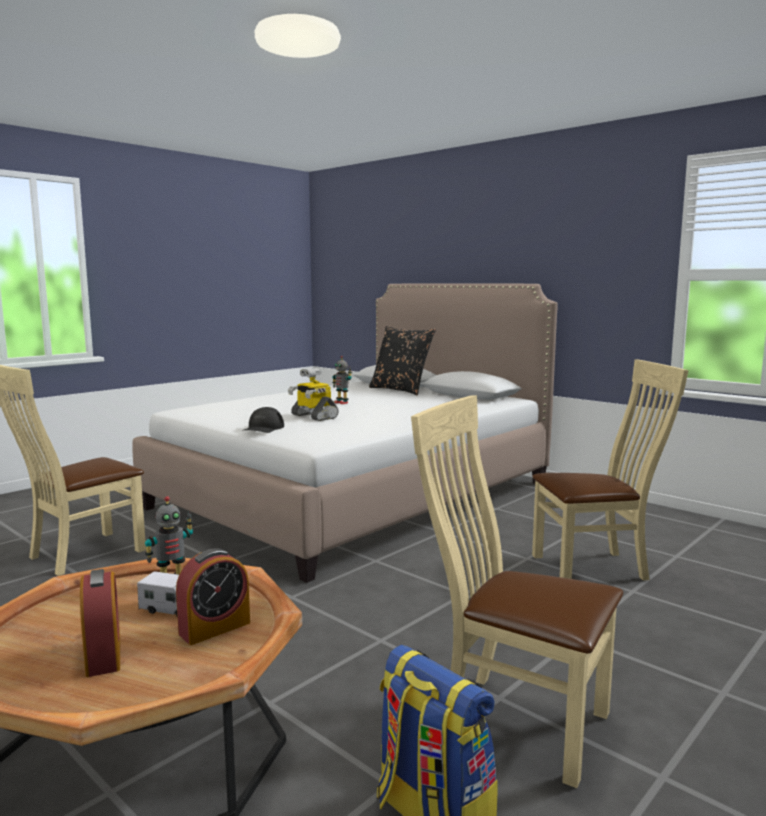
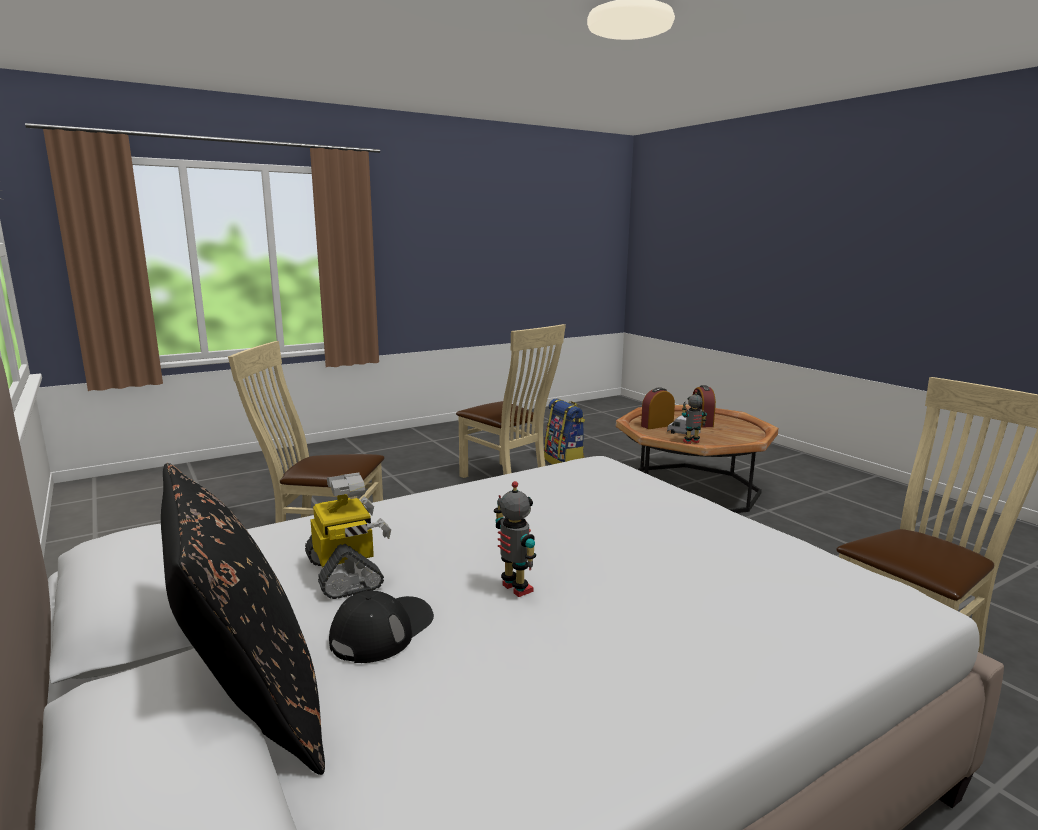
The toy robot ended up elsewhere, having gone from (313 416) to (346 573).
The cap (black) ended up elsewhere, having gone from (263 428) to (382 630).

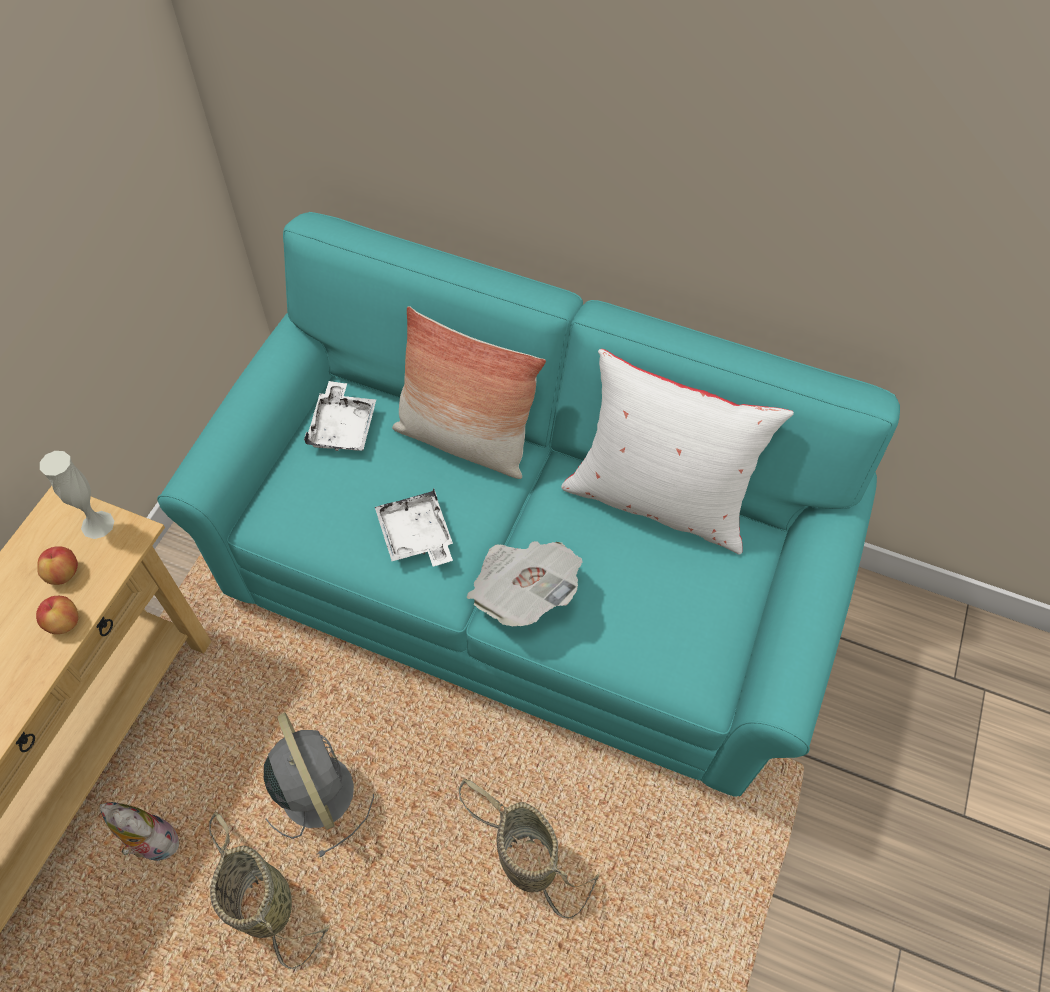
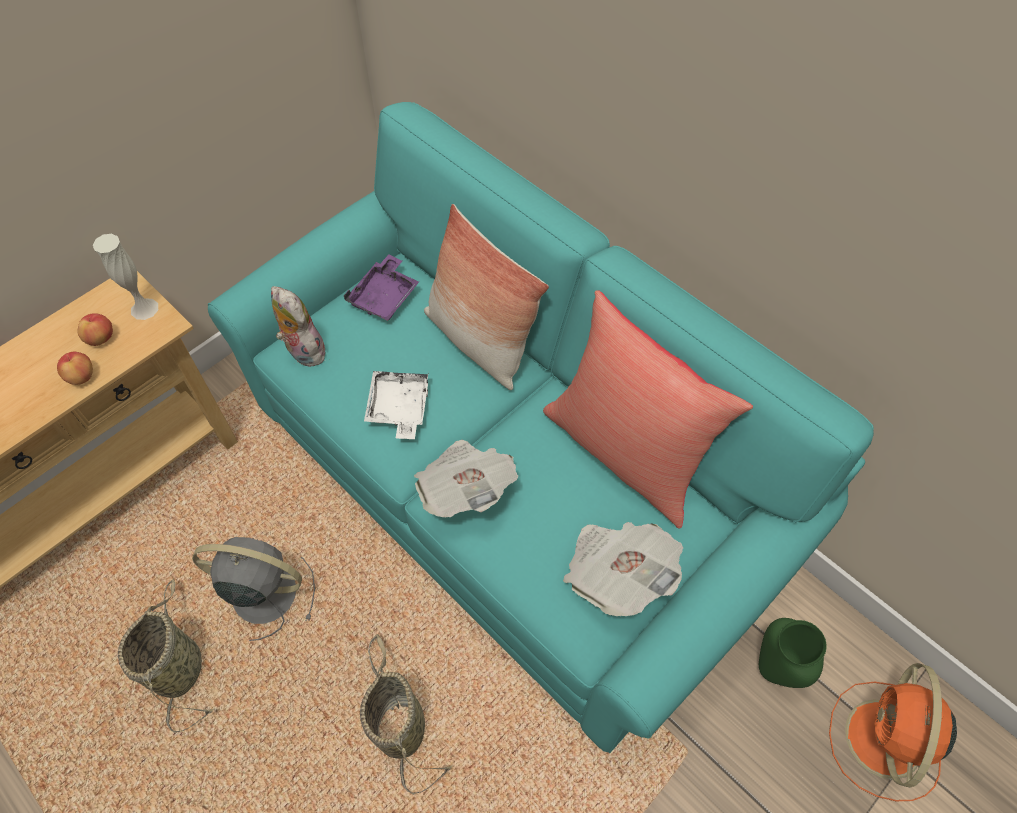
The fan (grey) at (316 788) ended up facing another way, 75 degrees counterclockwise from before.
The plush toy ended up elsewhere, having gone from (151 842) to (302 351).
What was the tray (white) at (343 427) turned into the tray (purple) at (385 296).
What was the pillow (white) at (658 499) turned into the pillow (red) at (626 451).
The second view gained the newspaper at (617 573).
The second view gained the vase (green) at (774 669).
The second view gained the fan (orange) at (883 742).

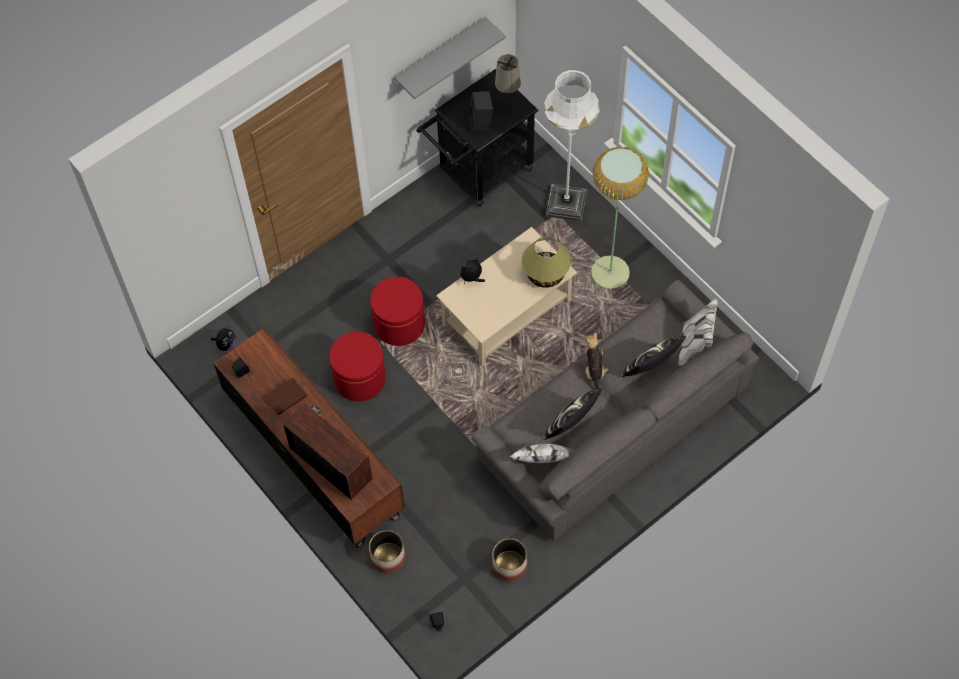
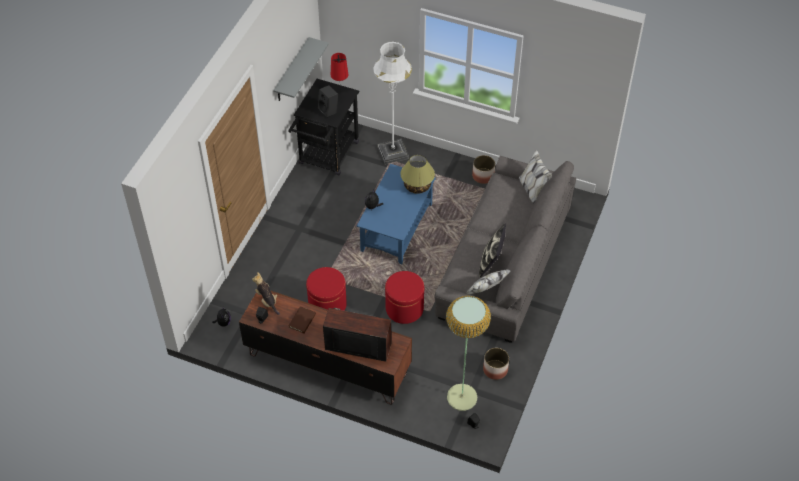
The plush toy ended up elsewhere, having gone from (594 370) to (267 301).
What was the table lamp (beige) at (507 110) turned into the table lamp (red) at (340 98).
What was the coffee table (beige) at (506 314) turned into the coffee table (blue) at (396 228).
The ottoman (red) ended up elsewhere, having gone from (399 324) to (404 308).
The floor lamp ended up elsewhere, having gone from (610 273) to (462 397).
The planter ended up elsewhere, having gone from (388 557) to (483 176).
The second view lost the pillow at (651 369).

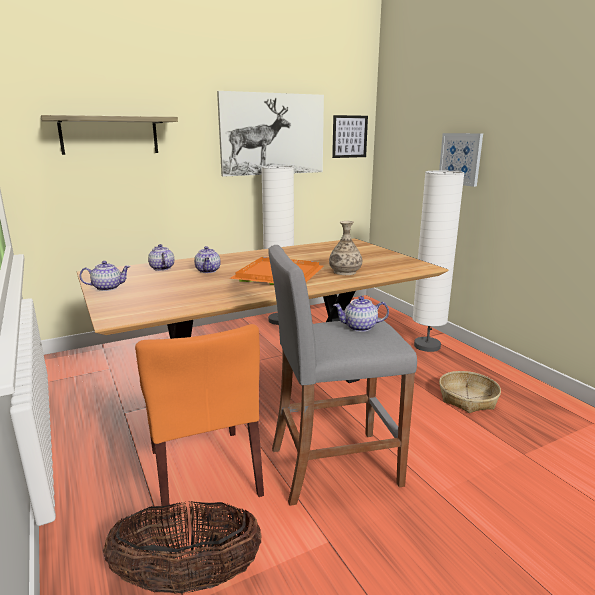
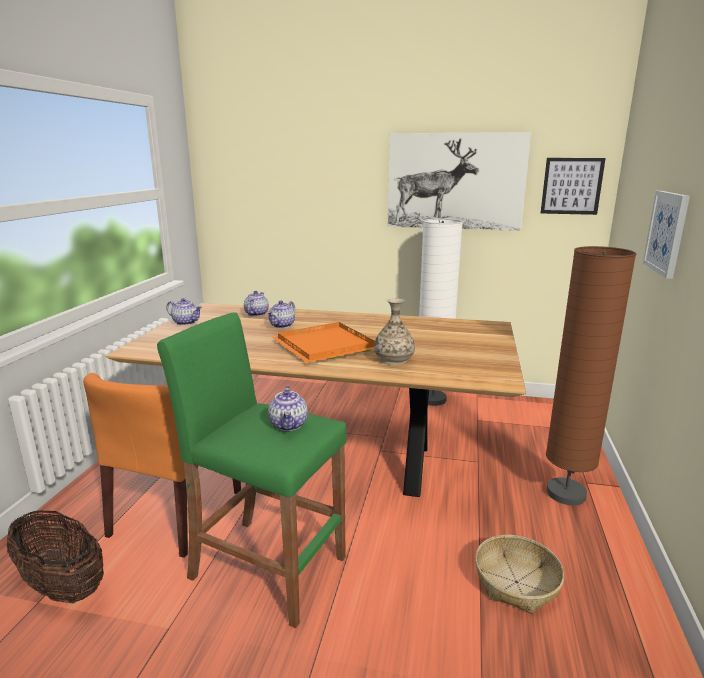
What was the stool (grey) at (333 466) turned into the stool (green) at (267 567).
The teapot at (360 327) ended up facing another way, 135 degrees counterclockwise from before.
What was the floor lamp (white) at (427 346) turned into the floor lamp (brown) at (566 494).
The second view lost the shelf at (109 135).

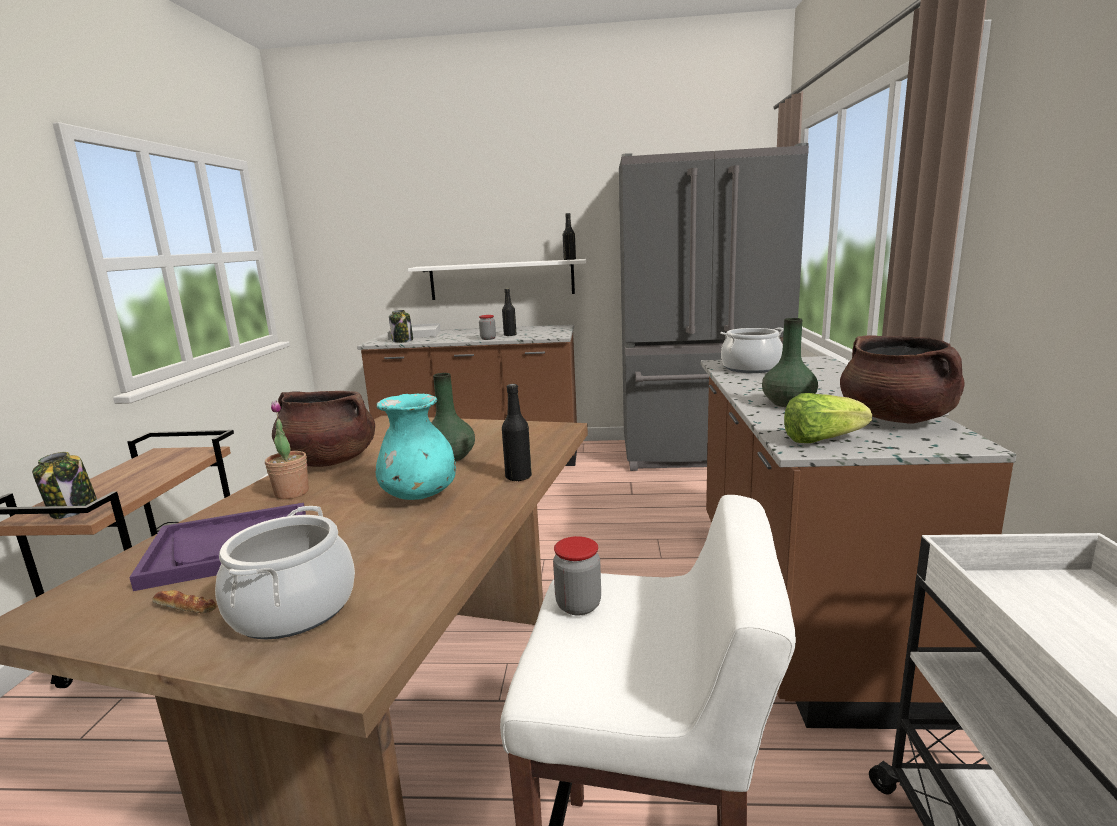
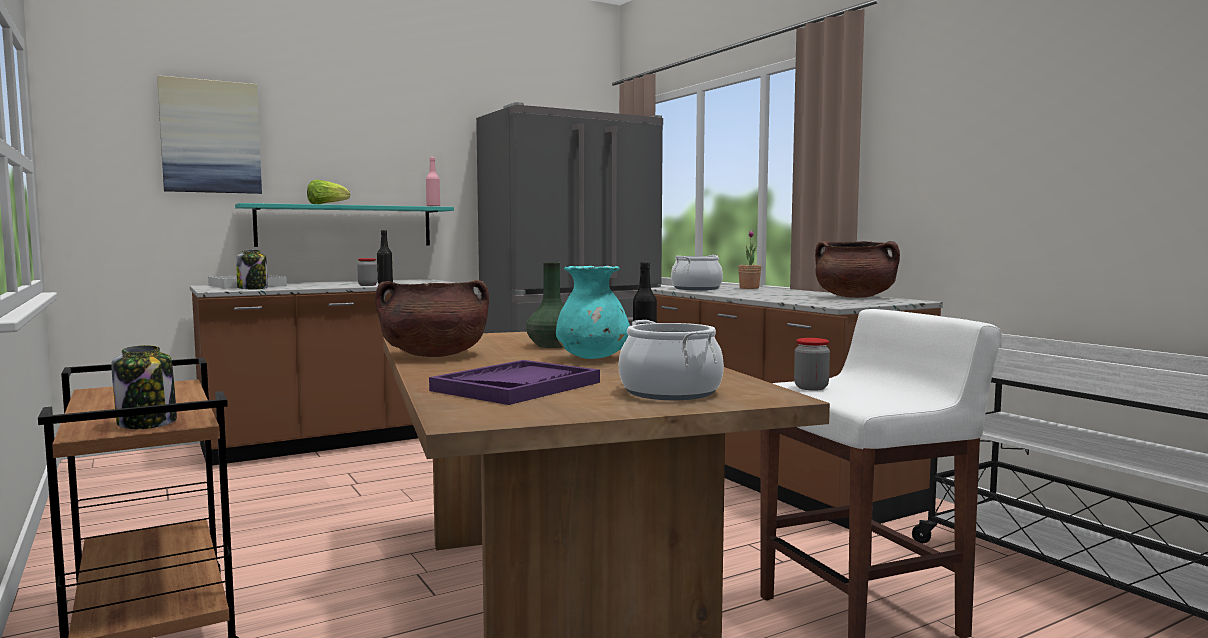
The second view gained the picture at (211 137).
What was the shelf (white) at (501 280) turned into the shelf (turquoise) at (345 226).
The lettuce ended up elsewhere, having gone from (821 440) to (326 204).
What was the bottle (black) at (569 260) turned into the bottle (pink) at (433 206).
The potted plant ended up elsewhere, having gone from (292 493) to (749 288).
The second view lost the bread at (185 607).
The second view lost the vase (green) at (787 403).

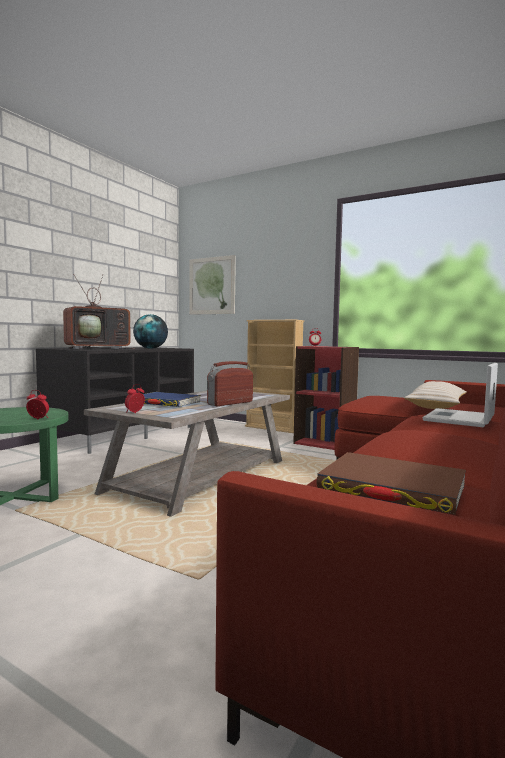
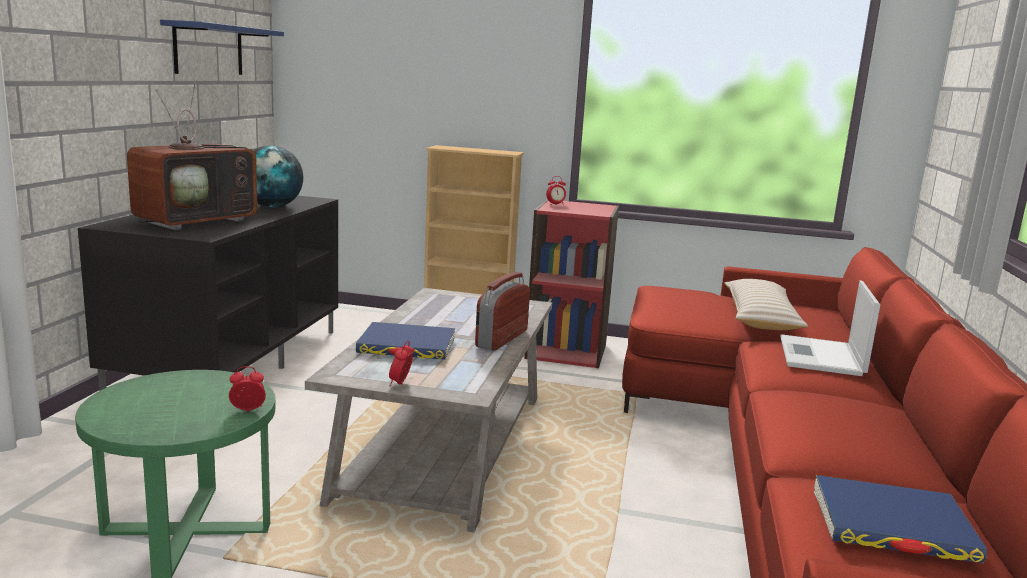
The second view gained the shelf (blue) at (209 49).
What was the book (brown) at (392 488) turned into the book (blue) at (892 526).
The second view lost the picture at (212 286).

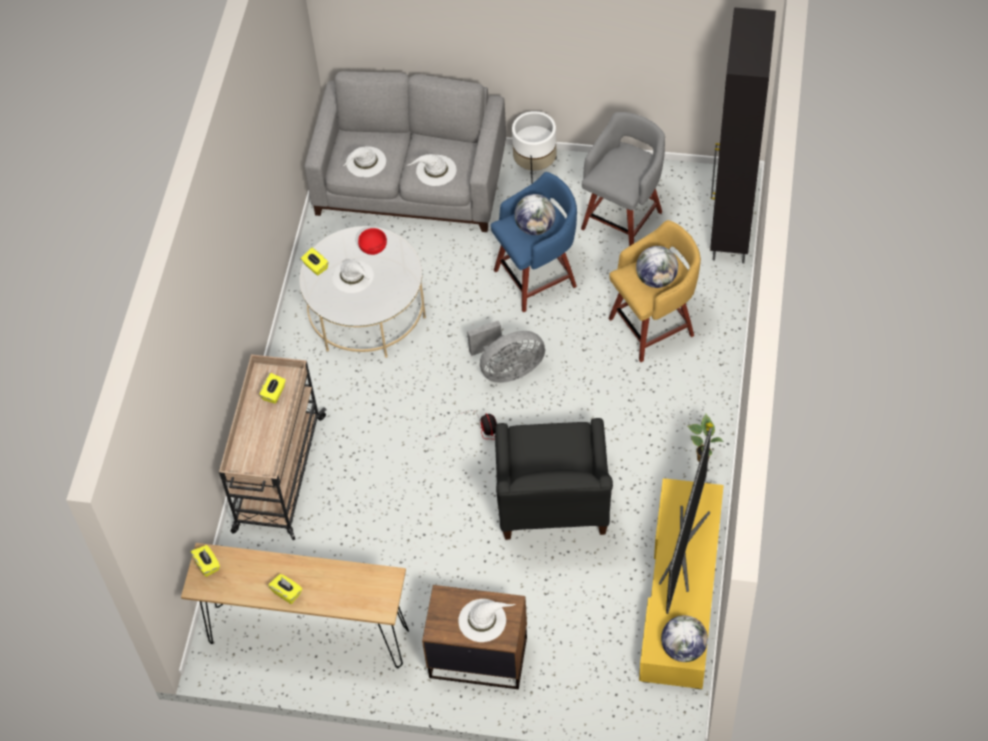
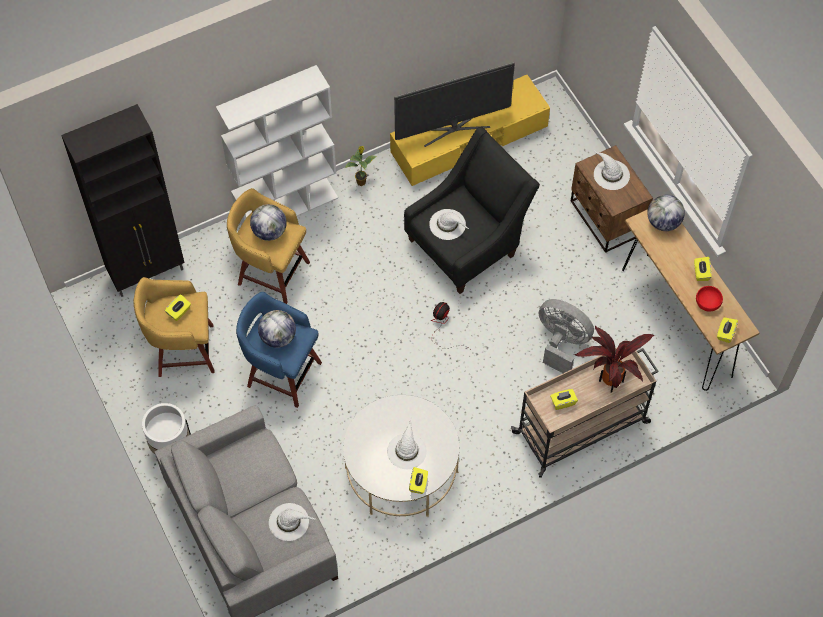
What was the stool (grey) at (623 218) turned into the stool (yellow) at (183 350).
The second view gained the tissue box (yellow) at (179 312).
The second view gained the bookcase (white) at (287 206).
The hat (white) ended up elsewhere, having gone from (435 170) to (448 224).
The fan (grey) ended up elsewhere, having gone from (507 369) to (561 342).
The second view gained the potted plant at (610 379).
The globe ended up elsewhere, having gone from (683 648) to (663 222).
The bowl (red) ended up elsewhere, having gone from (373 246) to (707 303).

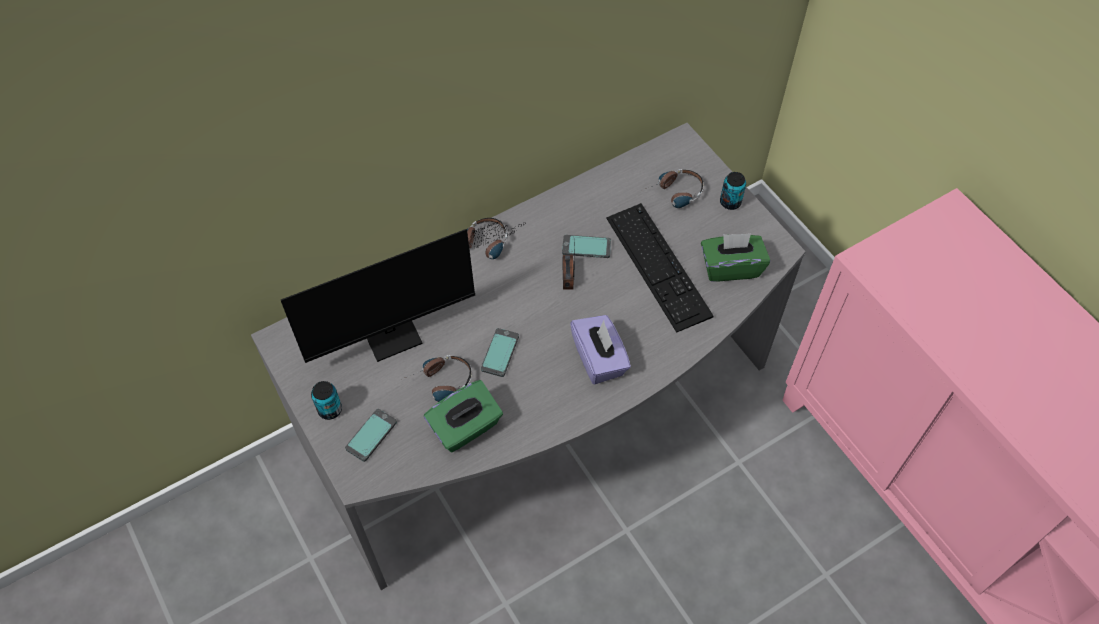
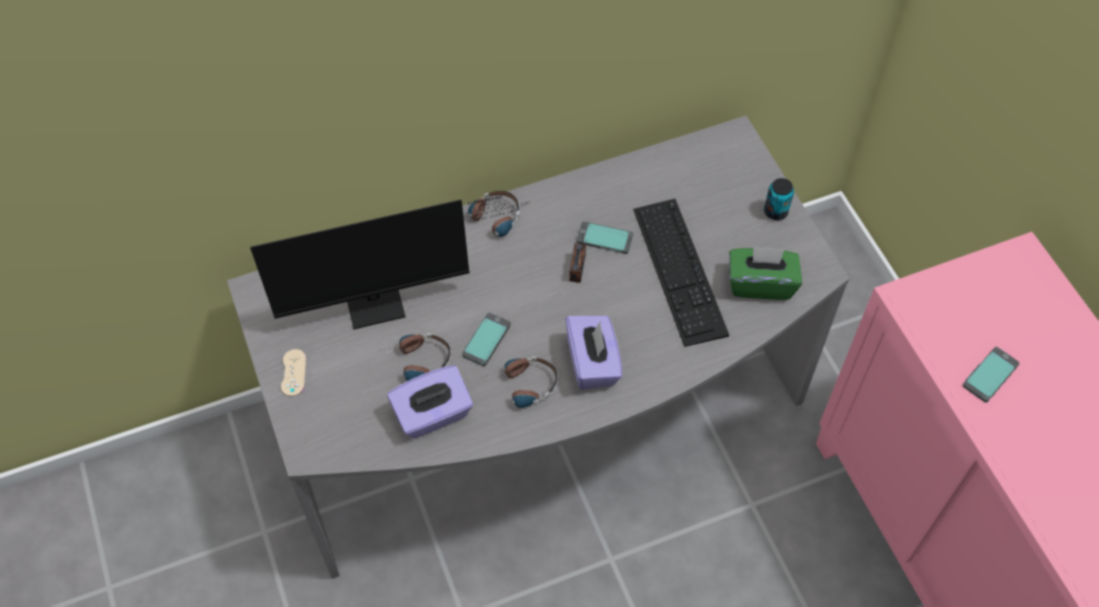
Where the can stood at (330 409), the game controller (beige) came to stand at (293 372).
What was the tissue box (green) at (466 428) turned into the tissue box (purple) at (433 415).
The headphones ended up elsewhere, having gone from (674 195) to (520 387).
The phone ended up elsewhere, having gone from (371 435) to (990 375).

